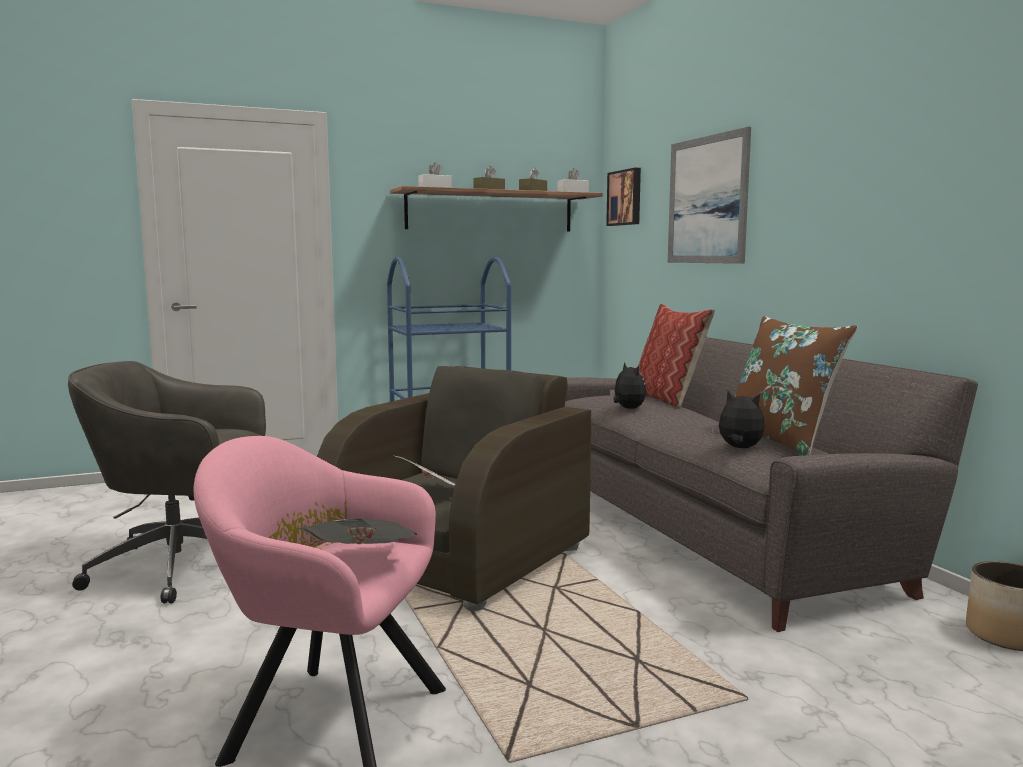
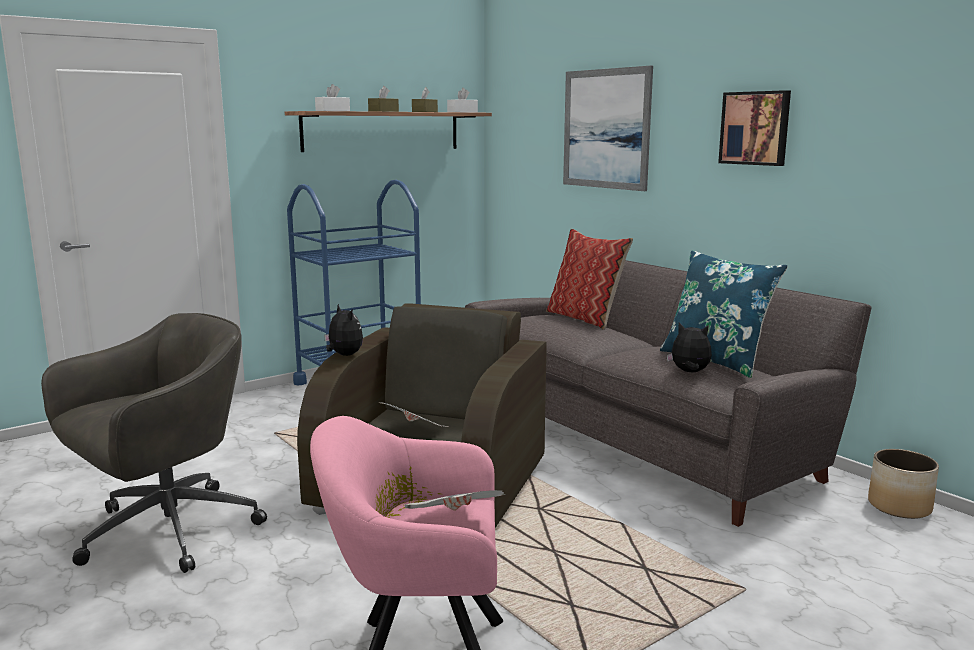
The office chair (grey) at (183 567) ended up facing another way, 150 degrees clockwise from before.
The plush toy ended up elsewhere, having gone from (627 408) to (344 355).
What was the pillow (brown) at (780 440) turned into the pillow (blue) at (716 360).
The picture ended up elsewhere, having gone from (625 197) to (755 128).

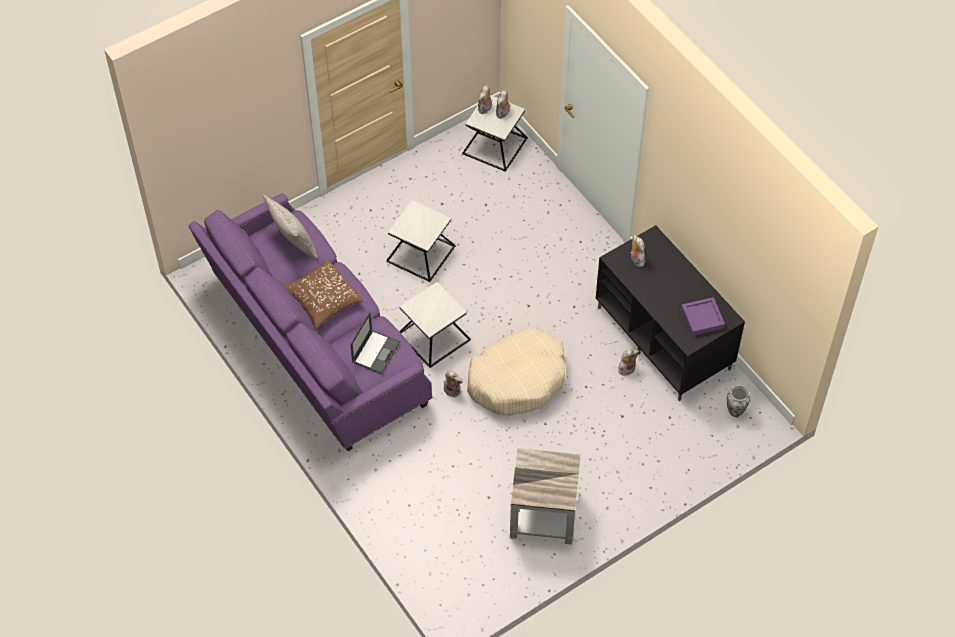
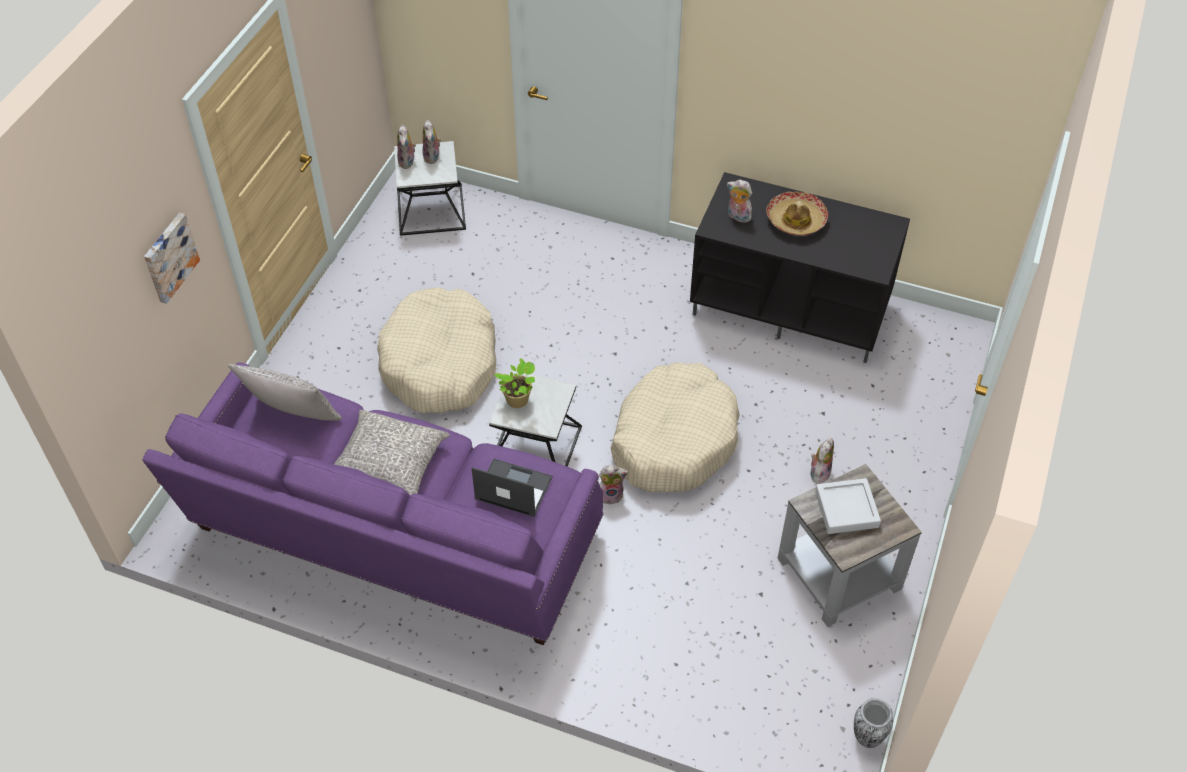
The second view gained the picture at (169 257).
What was the pillow (brown) at (322 299) turned into the pillow (grey) at (389 464).
Where the side table stood at (420 253), the dog bed (beige) came to stand at (440 363).
The laptop at (376 351) ended up facing another way, 60 degrees counterclockwise from before.
The second view gained the potted plant at (519 401).
The second view gained the hat at (796 220).
The plush toy ended up elsewhere, having gone from (626 368) to (819 472).
The second view gained the tray (grey) at (846 509).
The vase ended up elsewhere, having gone from (735 411) to (867 737).
The second view lost the tray (purple) at (702 318).

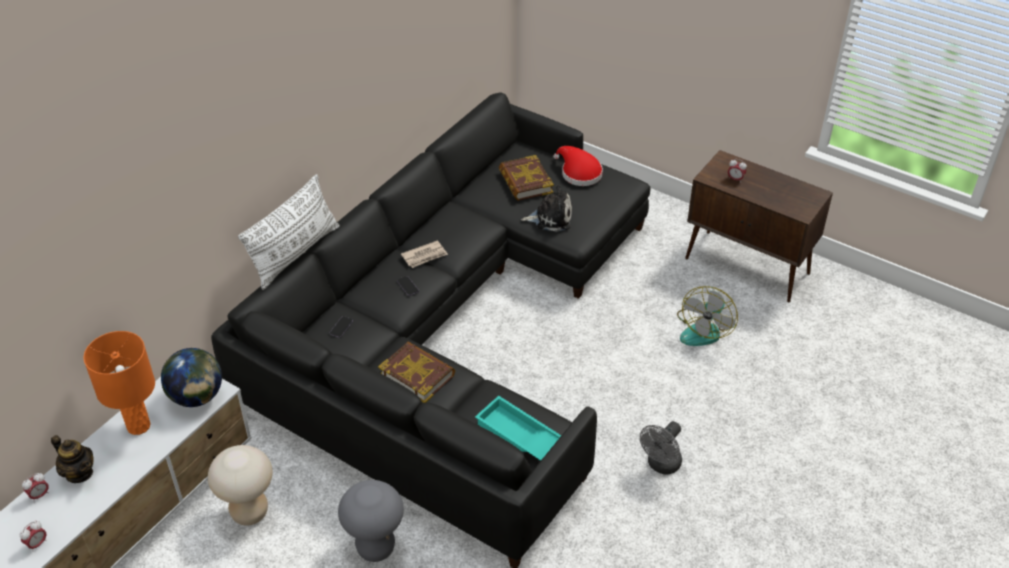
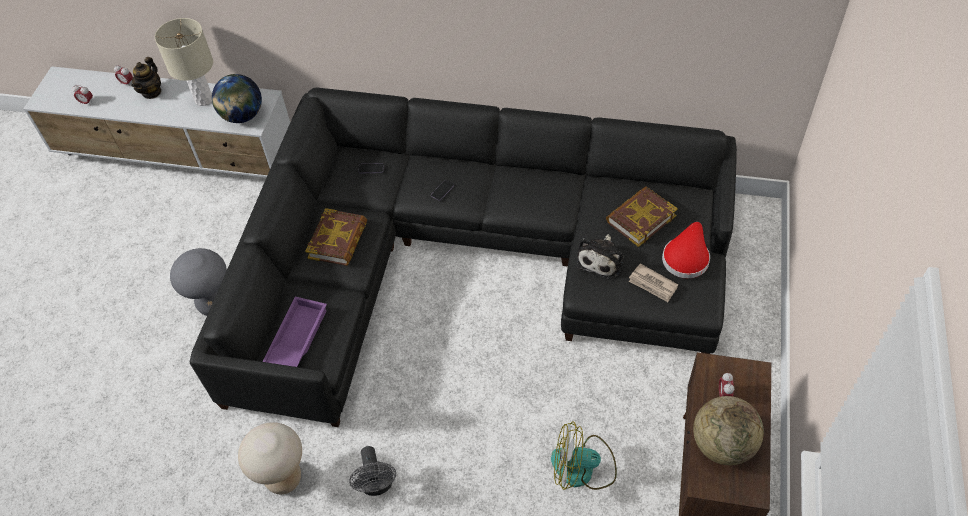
What was the table lamp (orange) at (139 426) turned into the table lamp (beige) at (204 100).
The stool (beige) ended up elsewhere, having gone from (249 512) to (284 479).
What was the tray (turquoise) at (519 436) turned into the tray (purple) at (295 339).
The fan (grey) at (661 465) ended up facing another way, 120 degrees counterclockwise from before.
The plush toy at (550 218) ended up facing another way, 45 degrees clockwise from before.
The newspaper ended up elsewhere, having gone from (425 256) to (653 284).
The second view gained the globe at (722 445).
The second view lost the pillow (white) at (295 254).

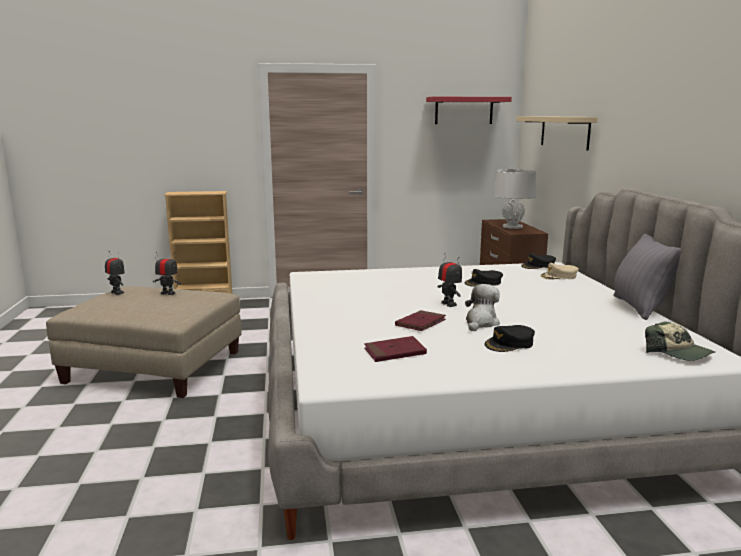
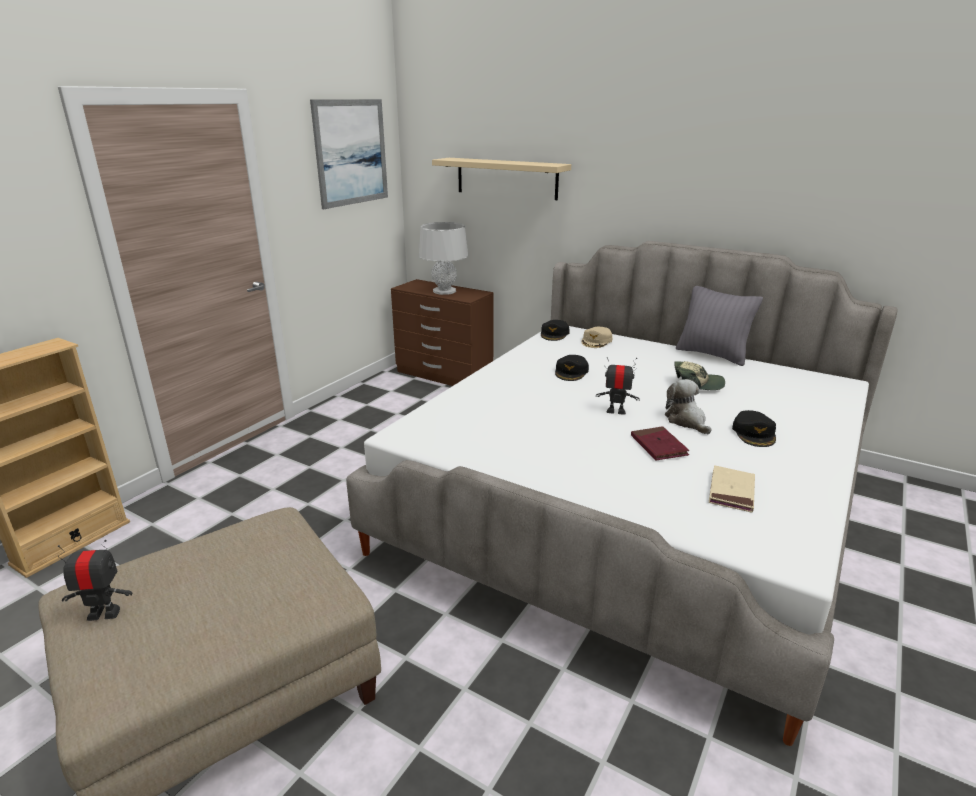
Where the shelf (red) hung at (464 110), the picture came to hang at (351 152).
The cap ended up elsewhere, having gone from (678 353) to (696 385).
What was the book (red) at (395 352) turned into the book (beige) at (731 491).
The second view lost the toy robot at (168 293).

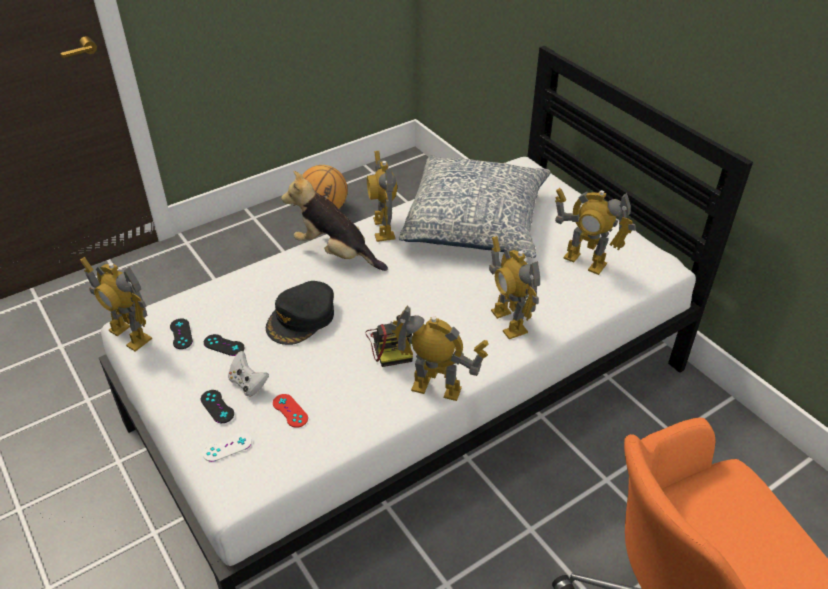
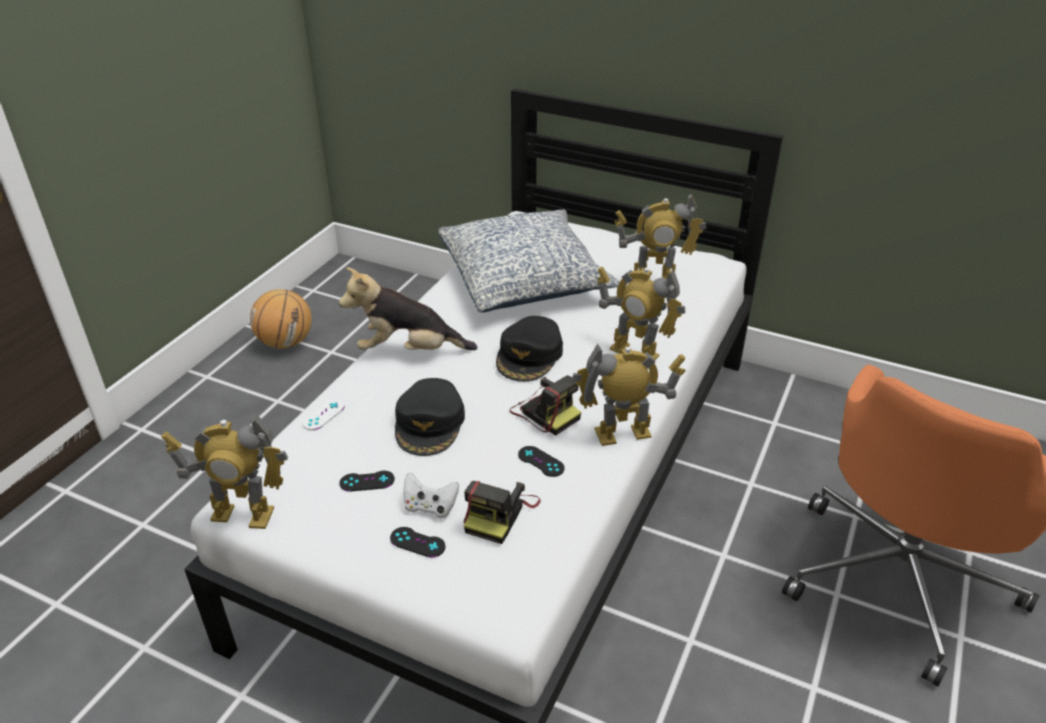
The game controller (white) ended up elsewhere, having gone from (227 447) to (323 415).
Where the game controller (red) stood at (290 411), the photo camera came to stand at (499 513).
The second view gained the cap (black) at (530 355).
The game controller (black) ended up elsewhere, having gone from (181 334) to (541 461).
The second view lost the toy robot at (383 229).

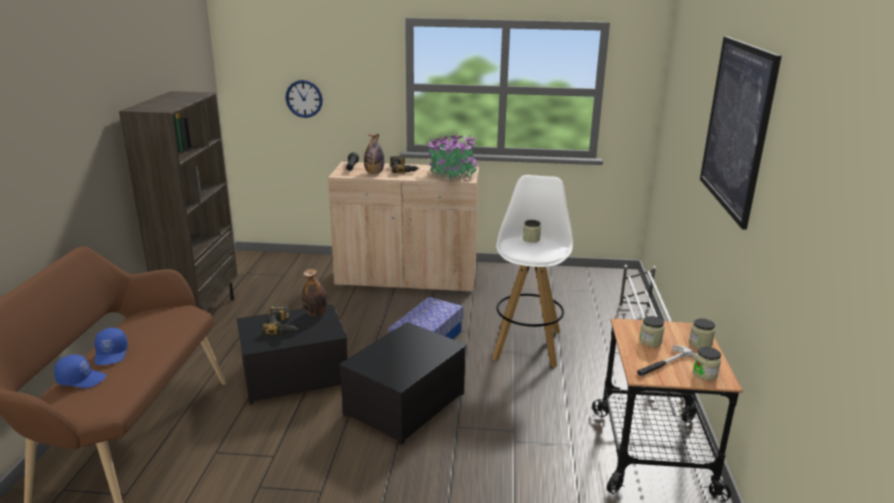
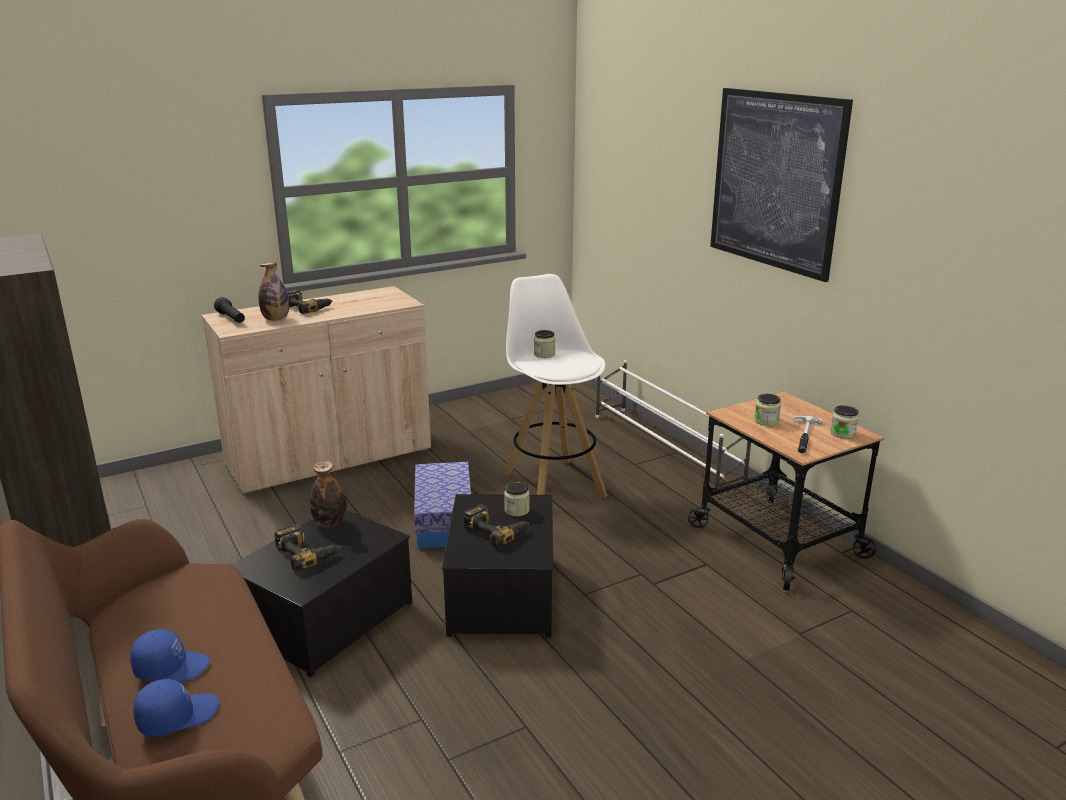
The cap (blue) at (112 354) ended up facing another way, 45 degrees counterclockwise from before.
The second view gained the power drill at (497 531).
The jar ended up elsewhere, having gone from (700 343) to (517 510).
The second view lost the wall clock at (304 98).
The second view lost the potted plant at (452 174).

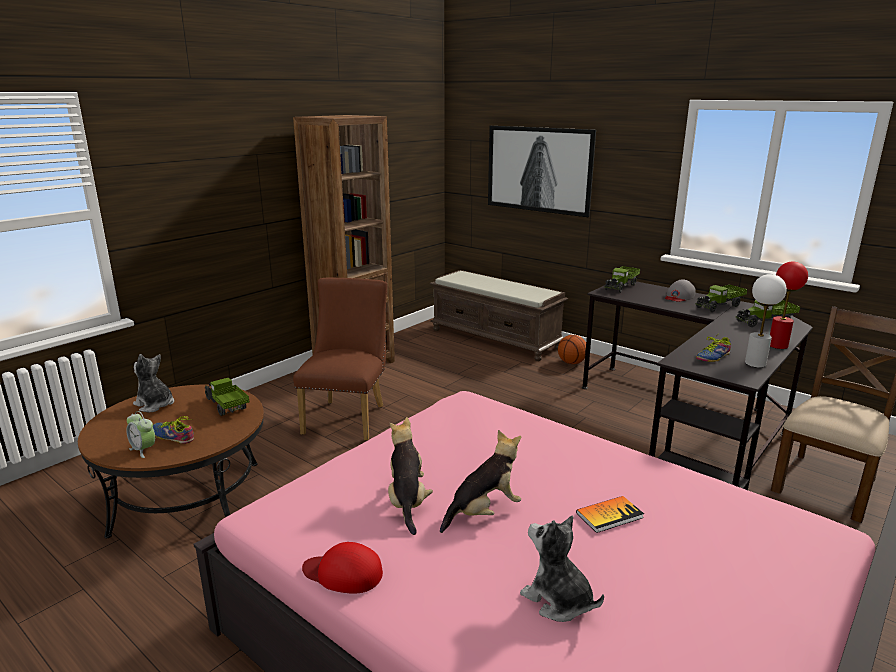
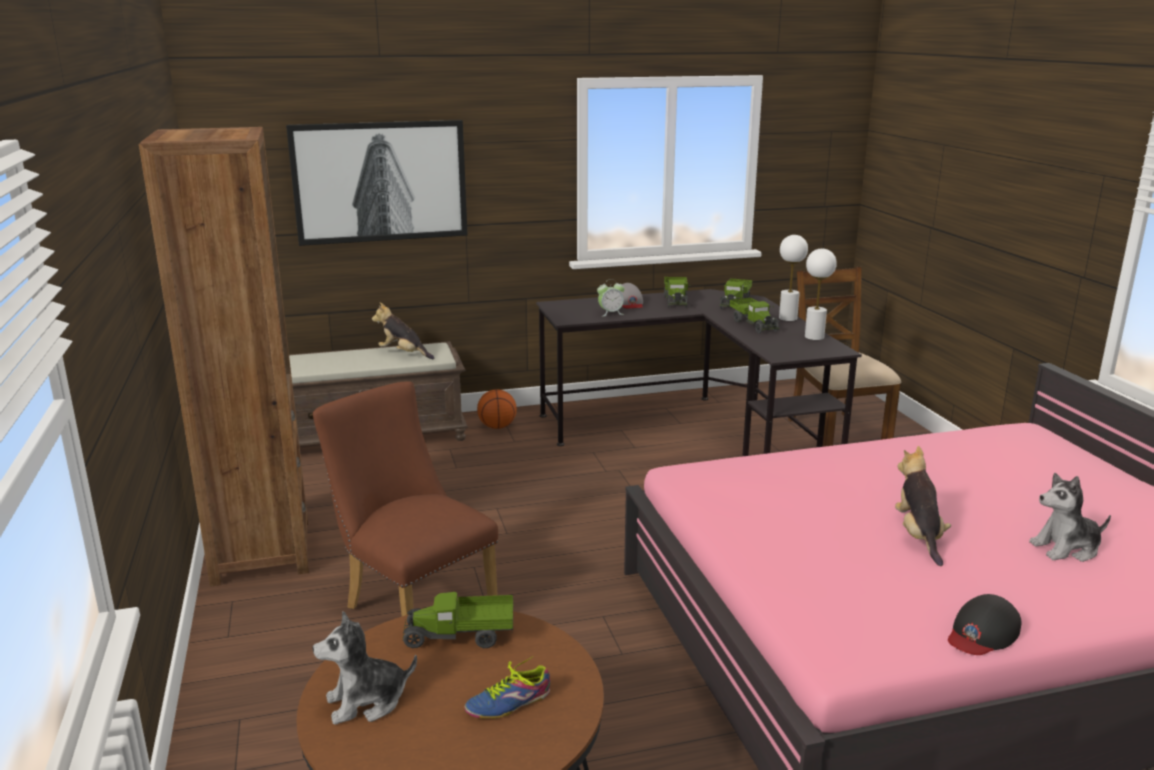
The plush toy ended up elsewhere, having gone from (407 501) to (403 354).
The alarm clock ended up elsewhere, having gone from (143 450) to (610 313).
The toy truck ended up elsewhere, having gone from (621 286) to (754 325).
What was the table lamp (red) at (778 345) turned into the table lamp (white) at (788 318).
What was the cap (red) at (343 573) turned into the cap (black) at (982 633).
The second view lost the book at (609 515).
The second view lost the shoe at (711 356).

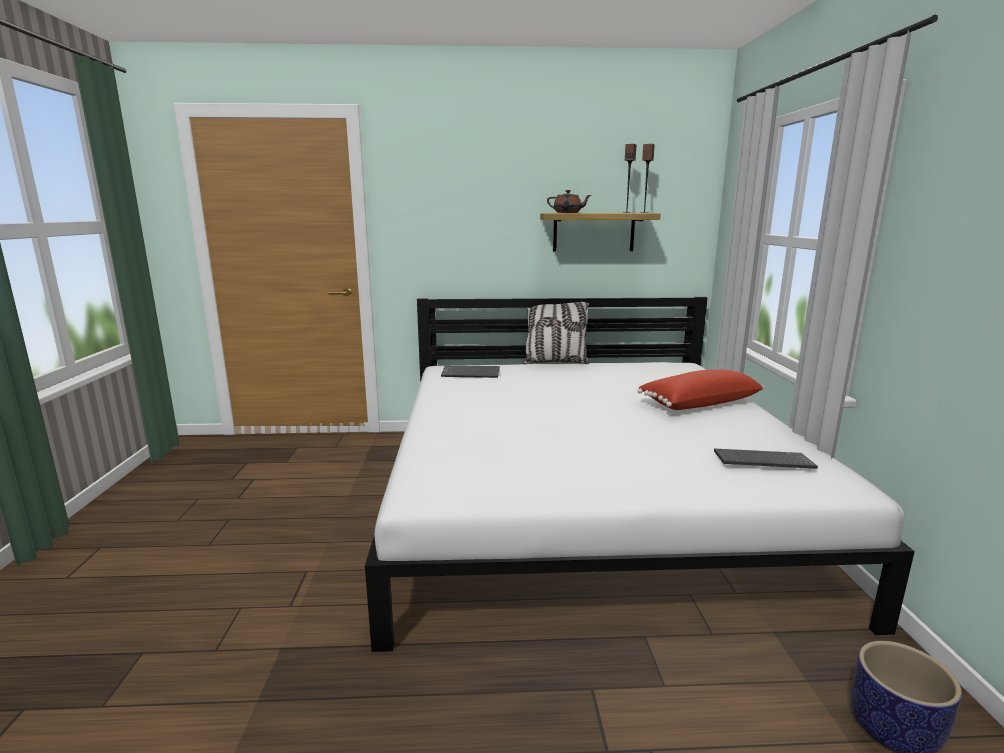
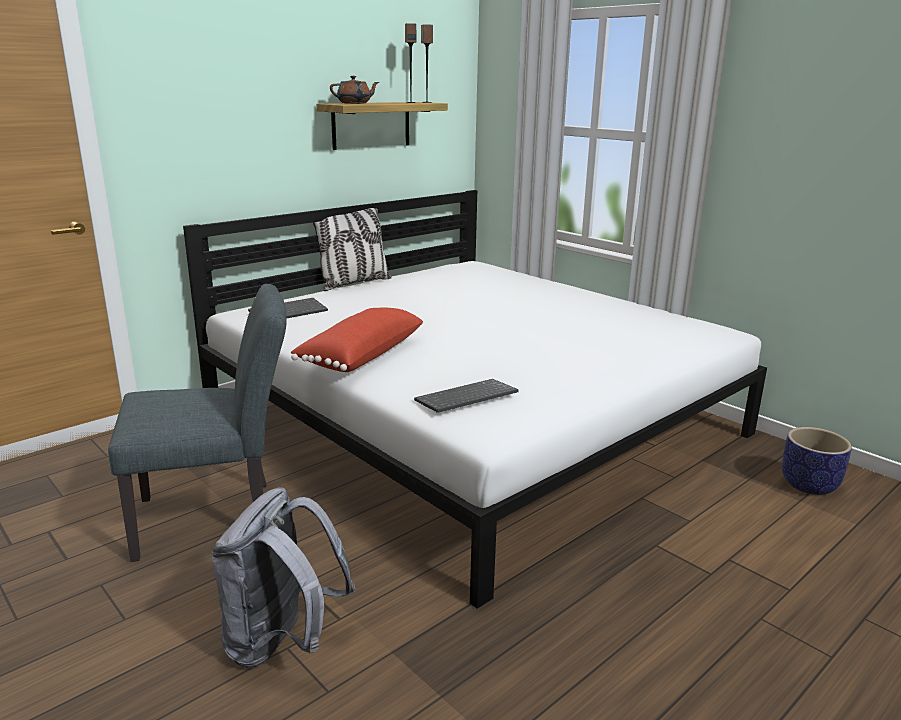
The second view gained the chair (grey) at (218 517).
The second view gained the backpack (grey) at (282 642).
The pillow (red) ended up elsewhere, having gone from (698 403) to (360 355).
The keyboard ended up elsewhere, having gone from (762 462) to (466 399).

